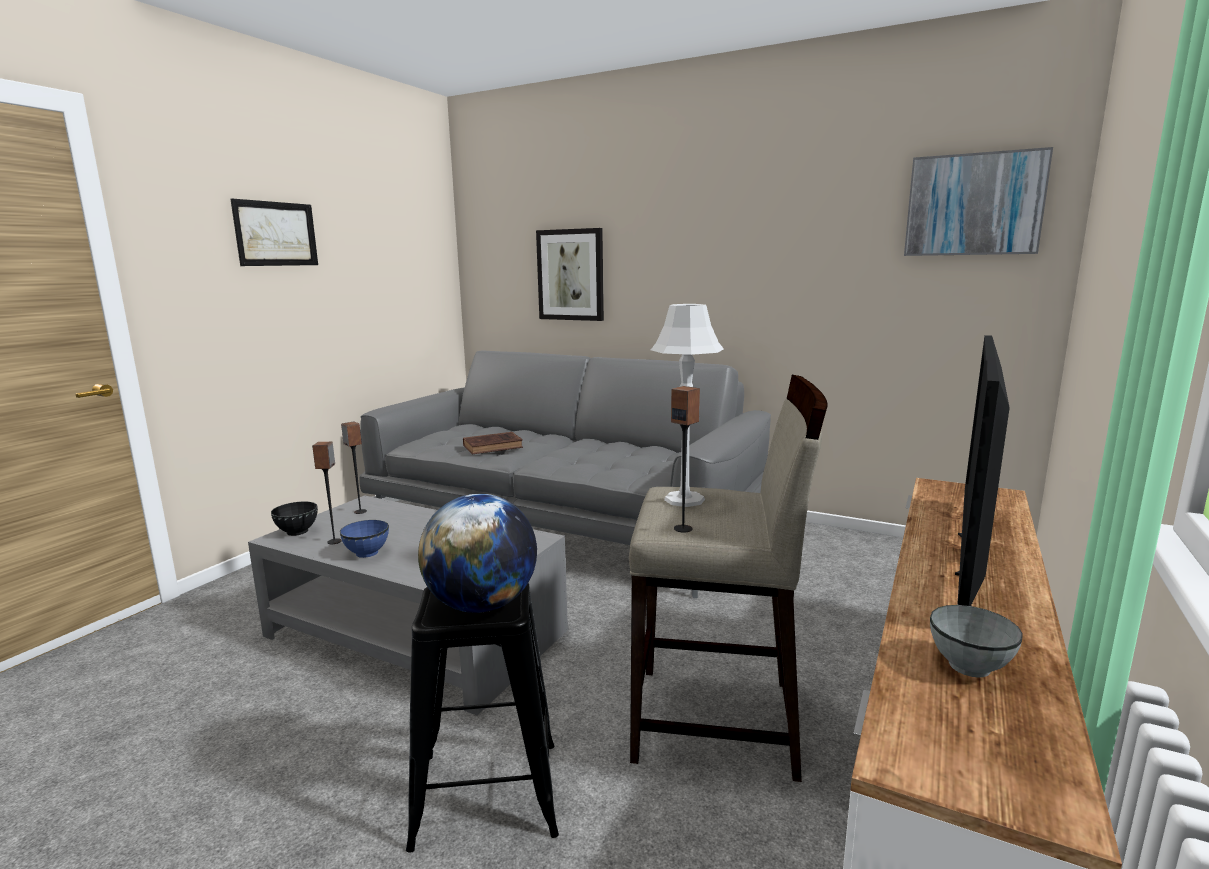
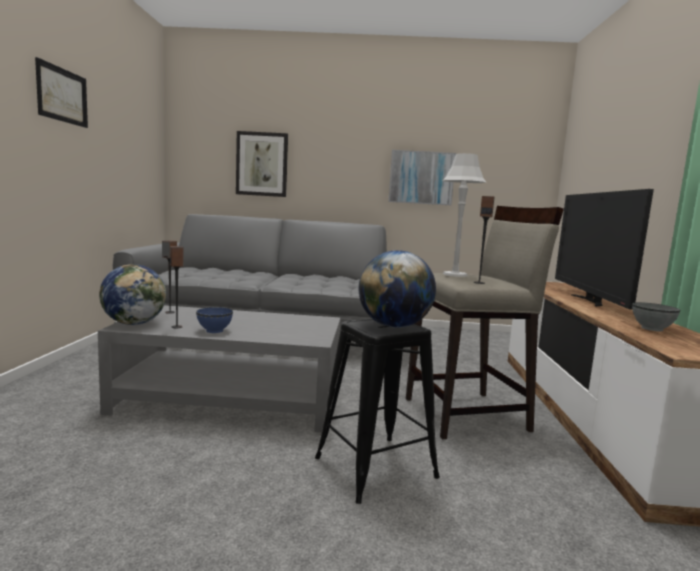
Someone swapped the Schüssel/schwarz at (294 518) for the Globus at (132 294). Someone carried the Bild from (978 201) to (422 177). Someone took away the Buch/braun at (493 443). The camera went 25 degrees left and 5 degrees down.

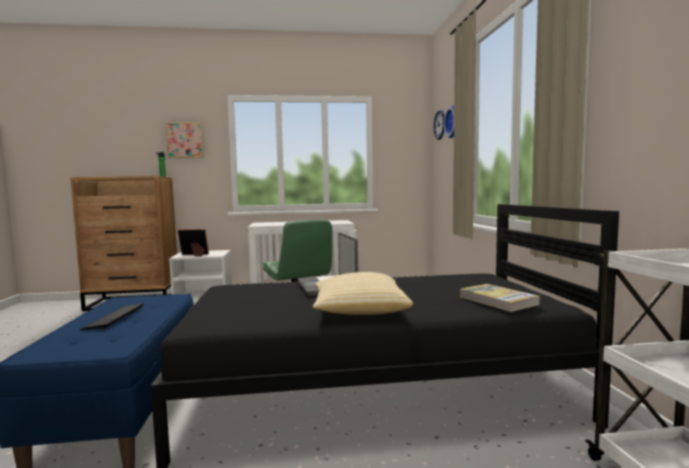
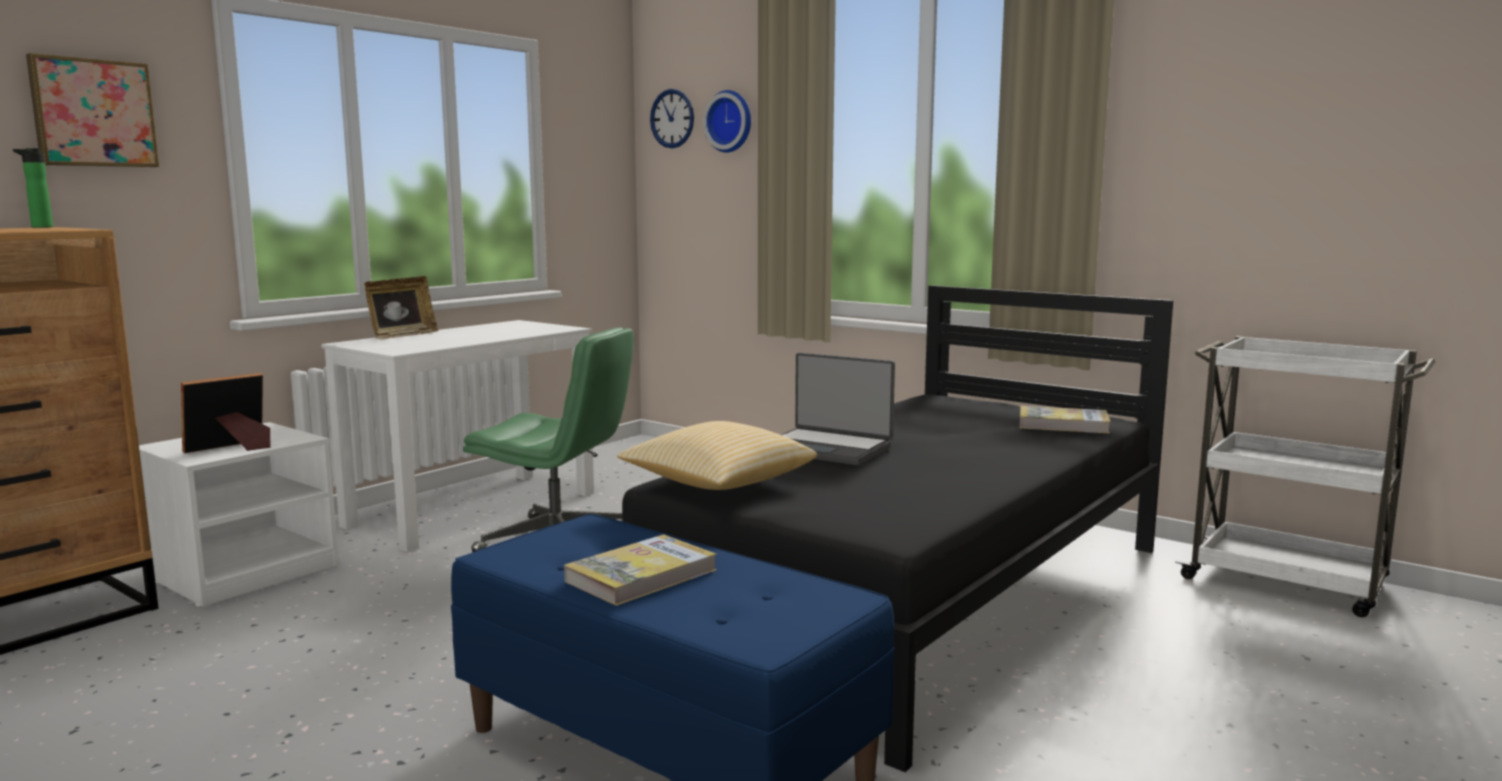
Someone put down the Bilderrahmen at (401 307). Someone swapped the Tastatur at (112 316) for the Buch at (640 570). Someone carried the Kissen from (363 293) to (717 455). The camera went 45 degrees left and 5 degrees up.

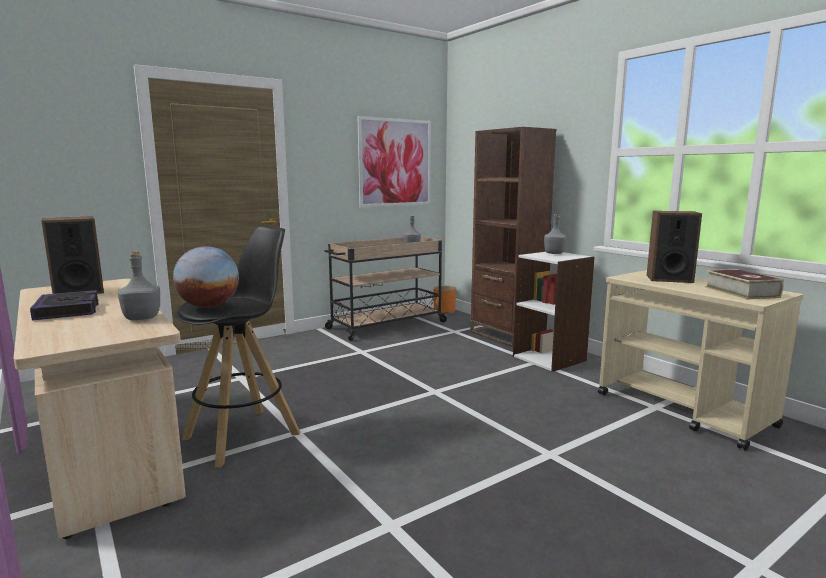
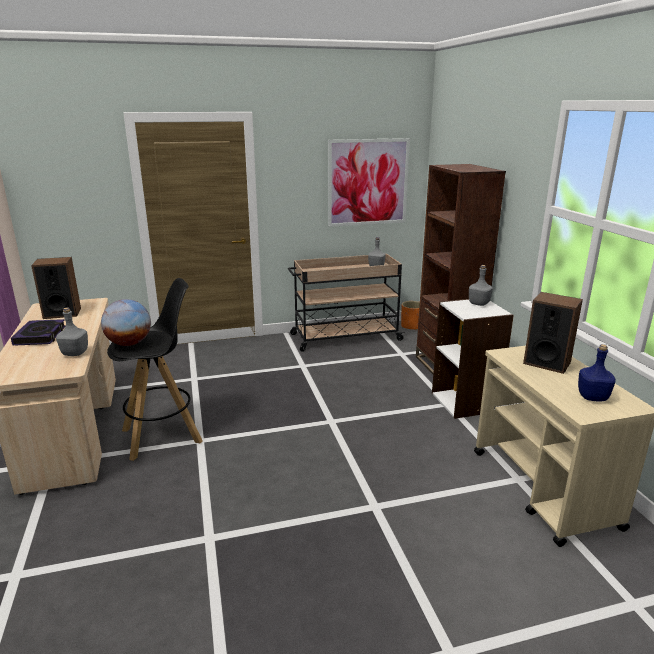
Someone swapped the Buch at (744 284) for the Flasche/blau at (597 373). The camera went 20 degrees right and 10 degrees up.

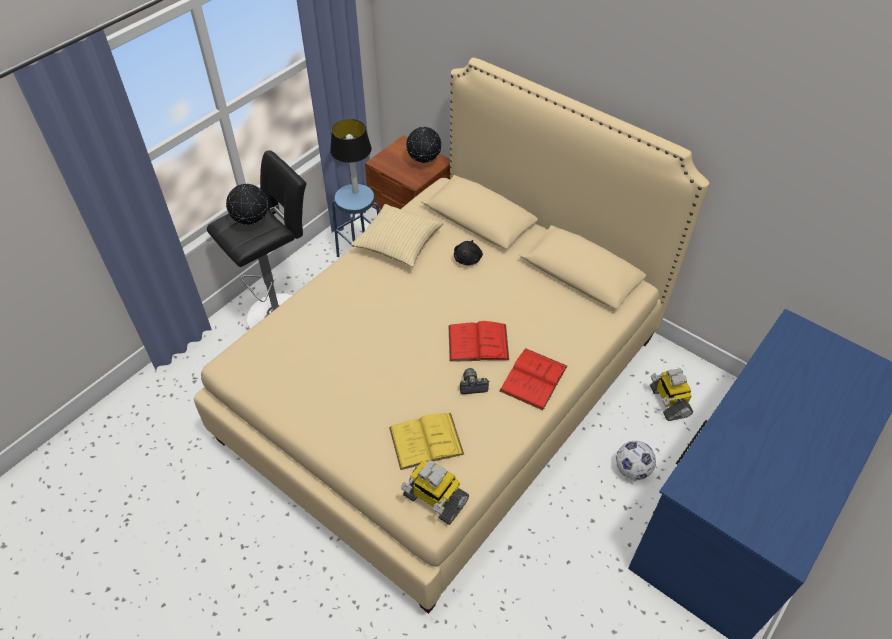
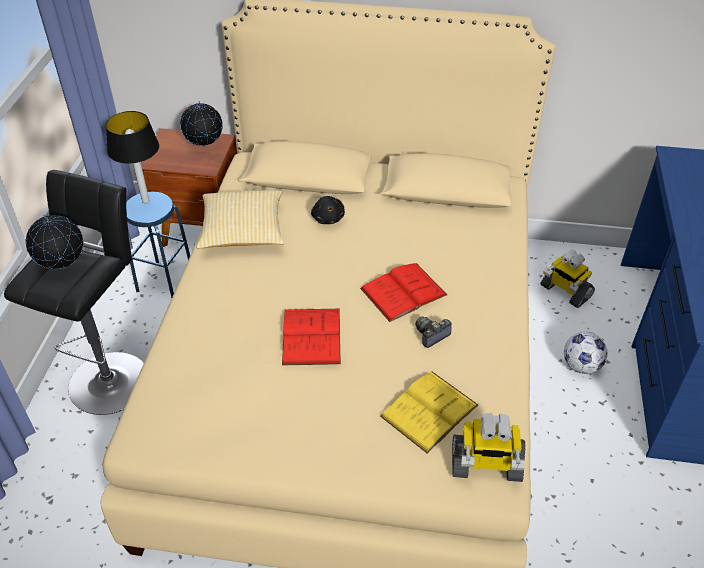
Someone carried the Buch/rot from (533 379) to (311 337). The camera went 30 degrees left and 5 degrees down.

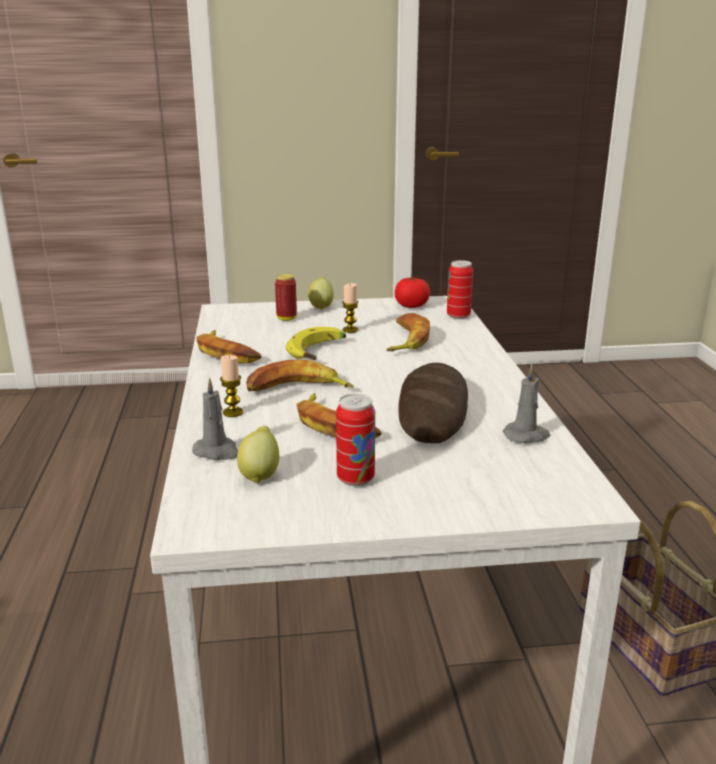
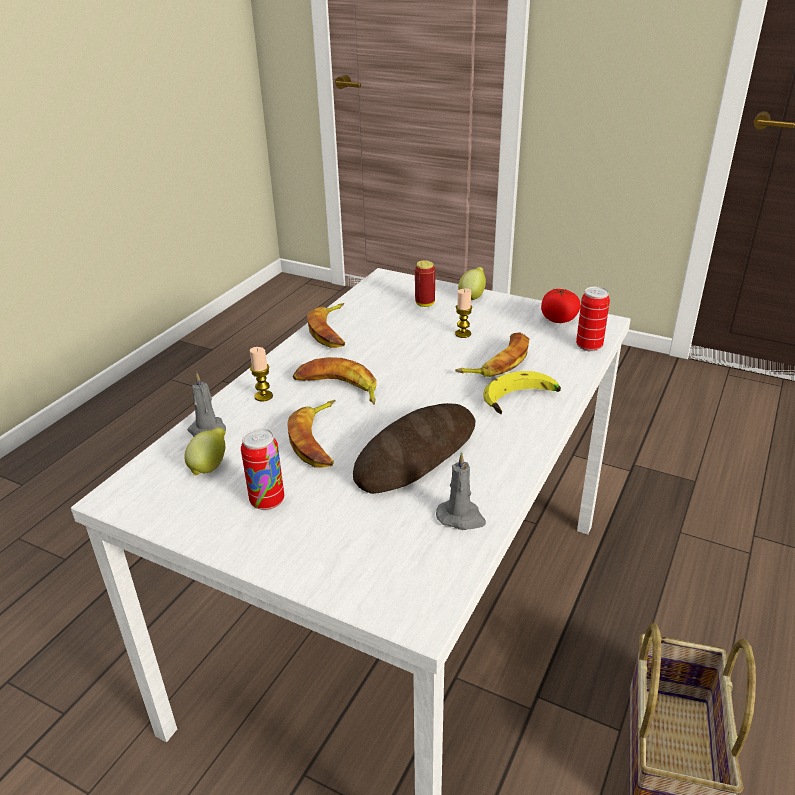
Someone carried the Banane from (316 343) to (522 392). The camera went 35 degrees right and 10 degrees up.

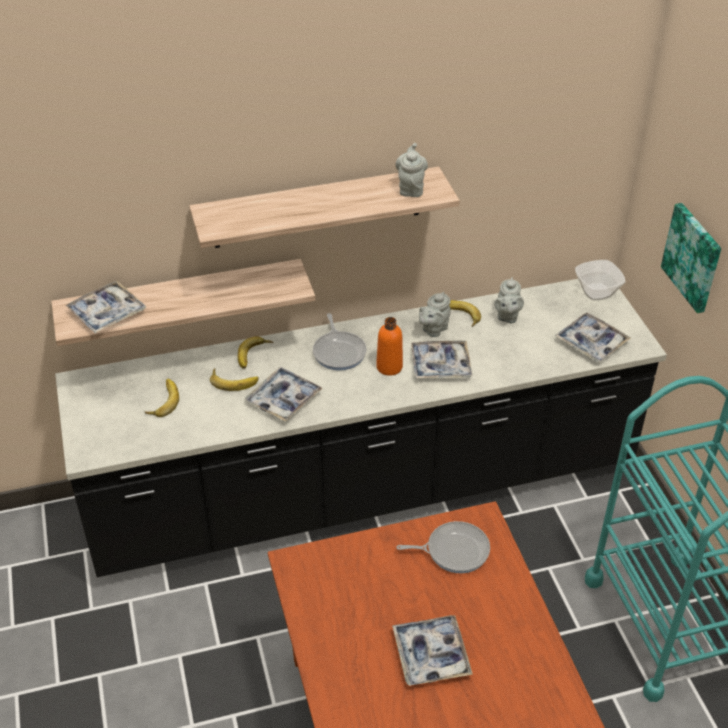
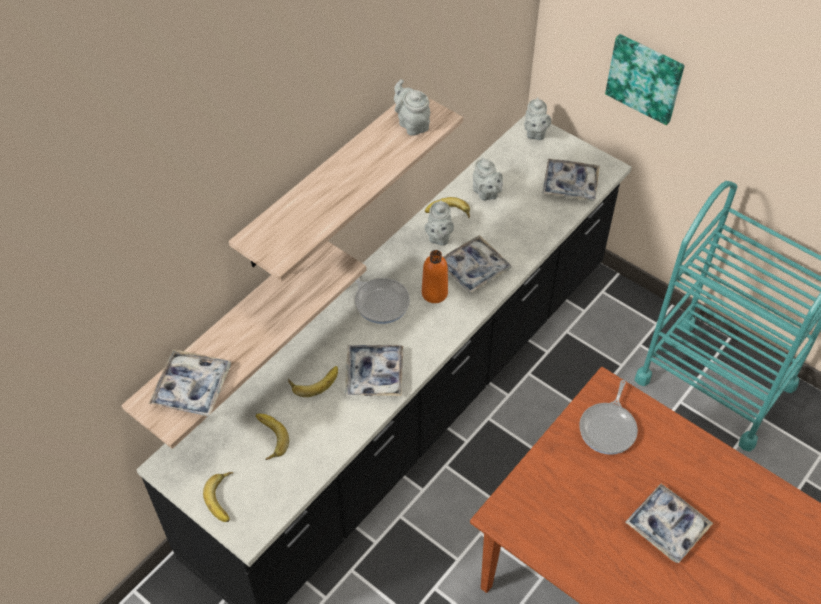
Someone carried the Banane from (255 352) to (218 497). Someone swapped the Schüssel at (600 280) for the Teekanne/grau at (537 118). Someone rotated the Pfanne at (443 547) by 150 degrees clockwise. The camera went 35 degrees left and 10 degrees up.

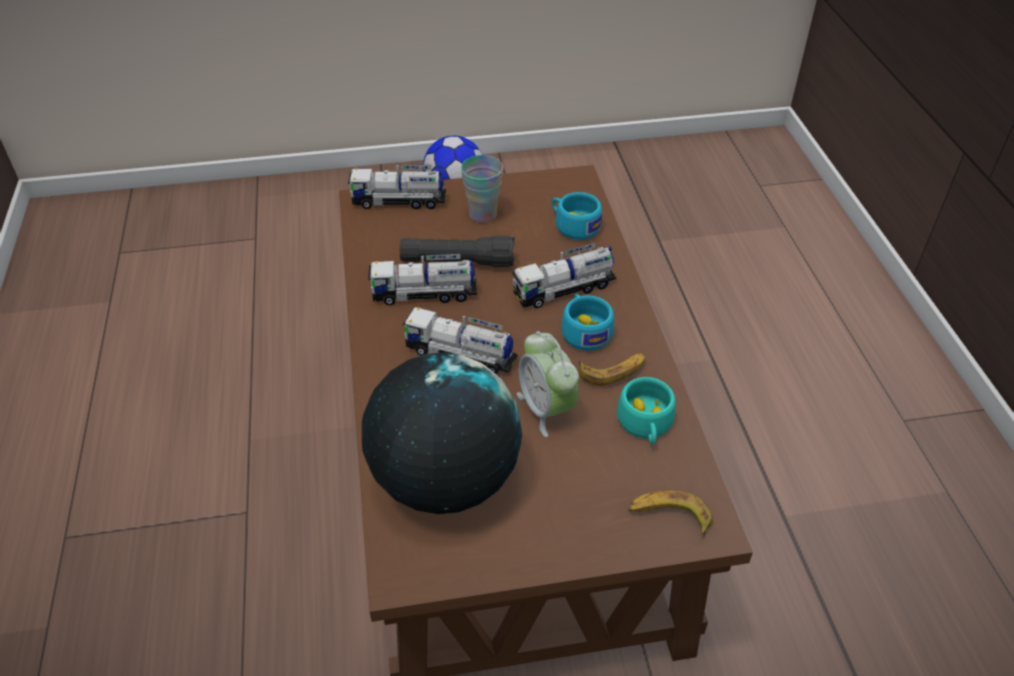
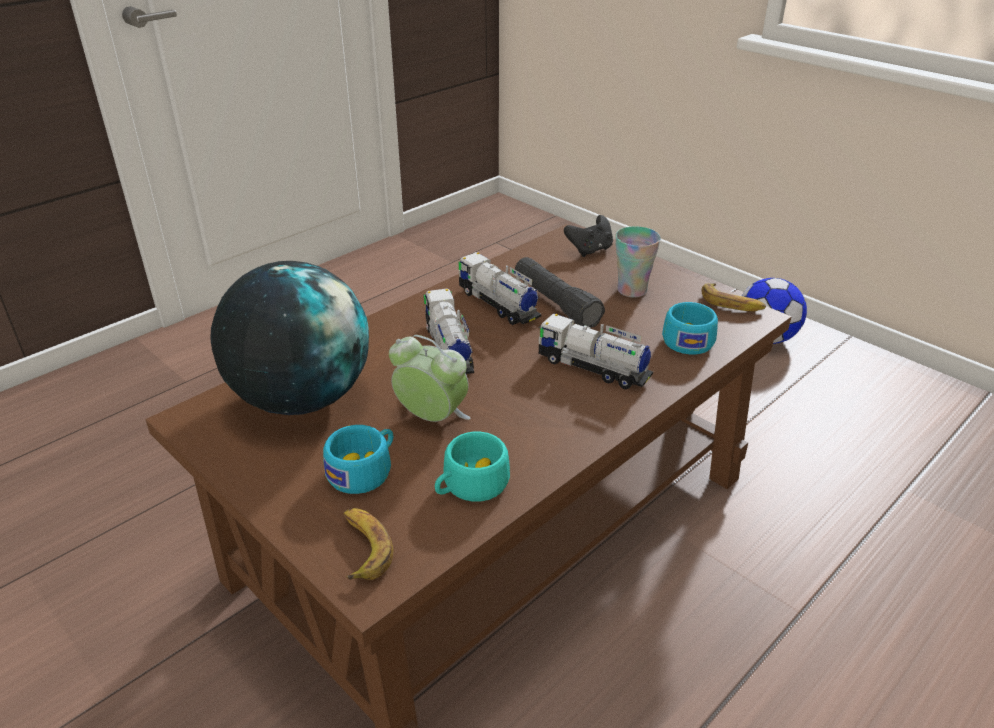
Someone carried the Tasse/türkis from (587 322) to (358 459). Someone rotated the Wecker at (548 384) by 90 degrees clockwise. Someone swapped the Spielzeuglaster at (397 187) for the Gamepad/schwarz at (588 236). Someone carried the Banane from (612 369) to (734 297). The camera went 55 degrees right and 10 degrees down.

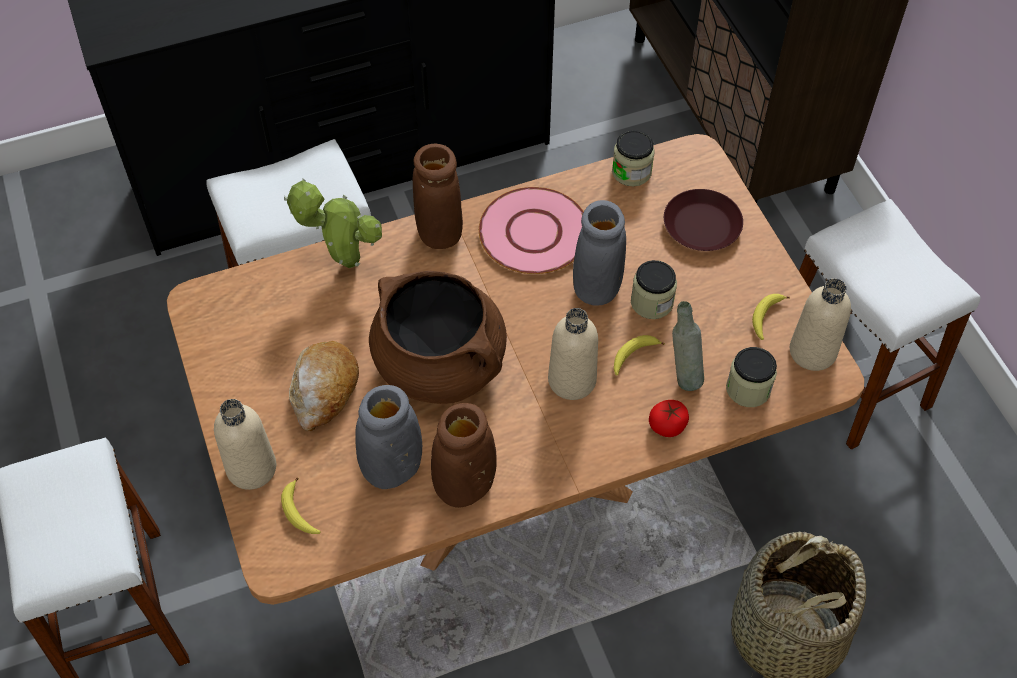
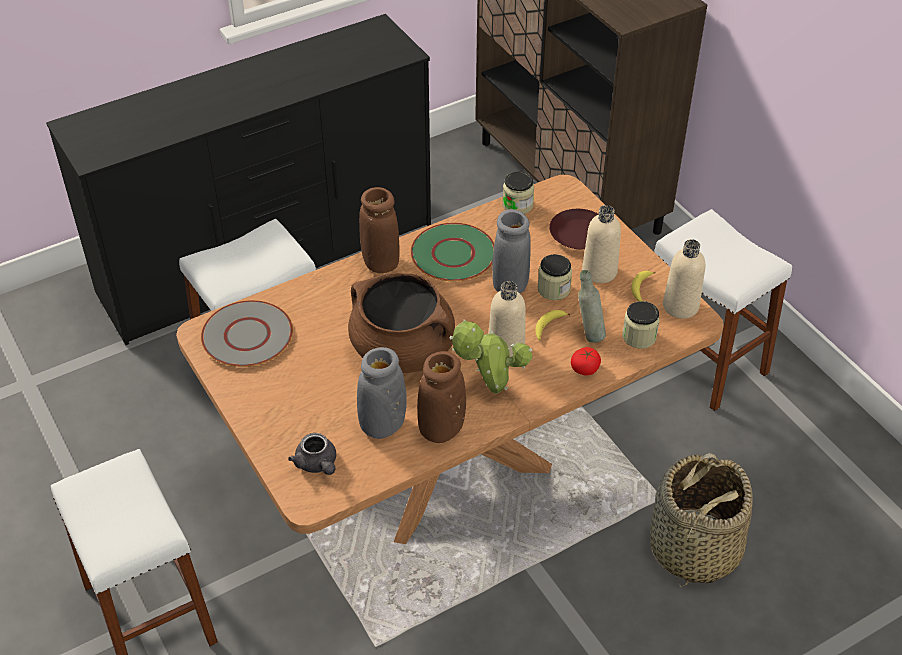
Someone put down the Teller/grau at (247 333). Someone swapped the Banane at (301 505) for the Teekanne/grau at (312 454). Someone repainted the Teller/rosa at (531 230), which became the Teller/grün at (452 252). Someone carried the Topfpflanze from (333 223) to (491 356). Someone carried the Flasche/beige from (245 444) to (601 244). Someone took away the Brot at (324 386). The camera went 10 degrees left and 10 degrees down.

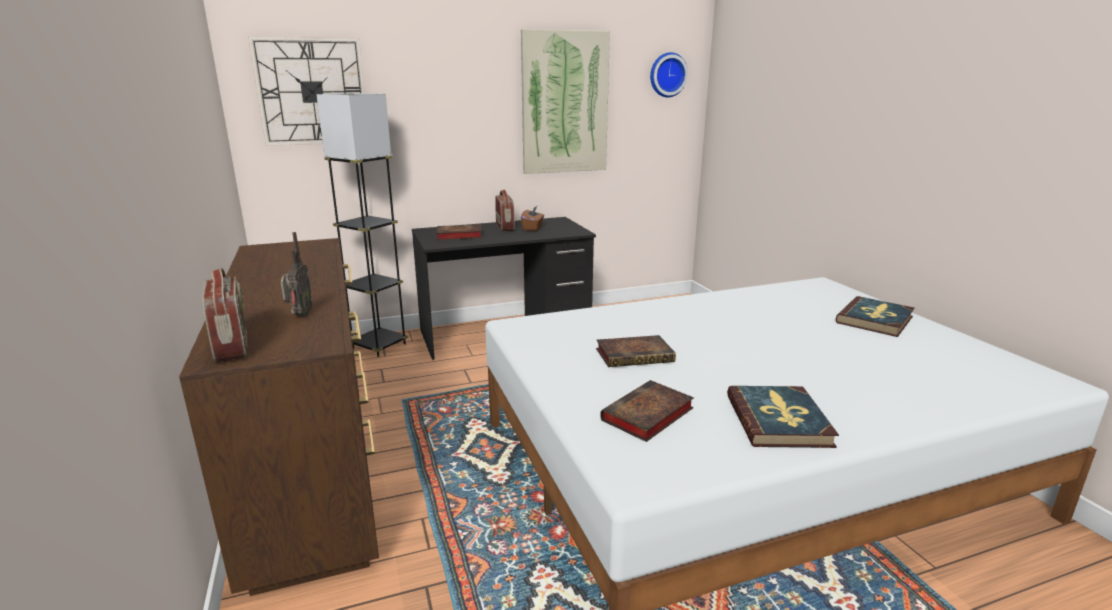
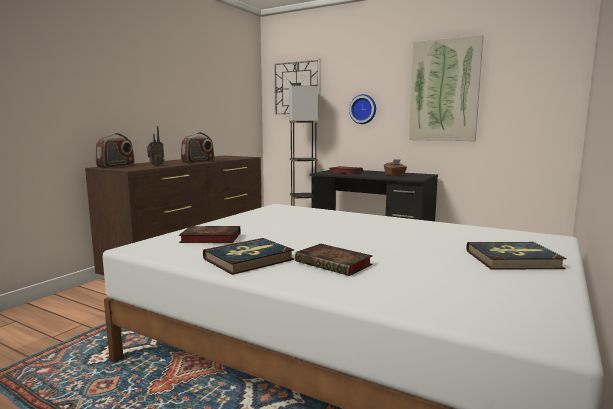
Someone carried the Radio from (505 210) to (197 147). Someone carried the Buch from (636 351) to (334 260). Someone carried the Wanduhr from (669 74) to (362 109). The camera went 50 degrees right and 10 degrees down.

